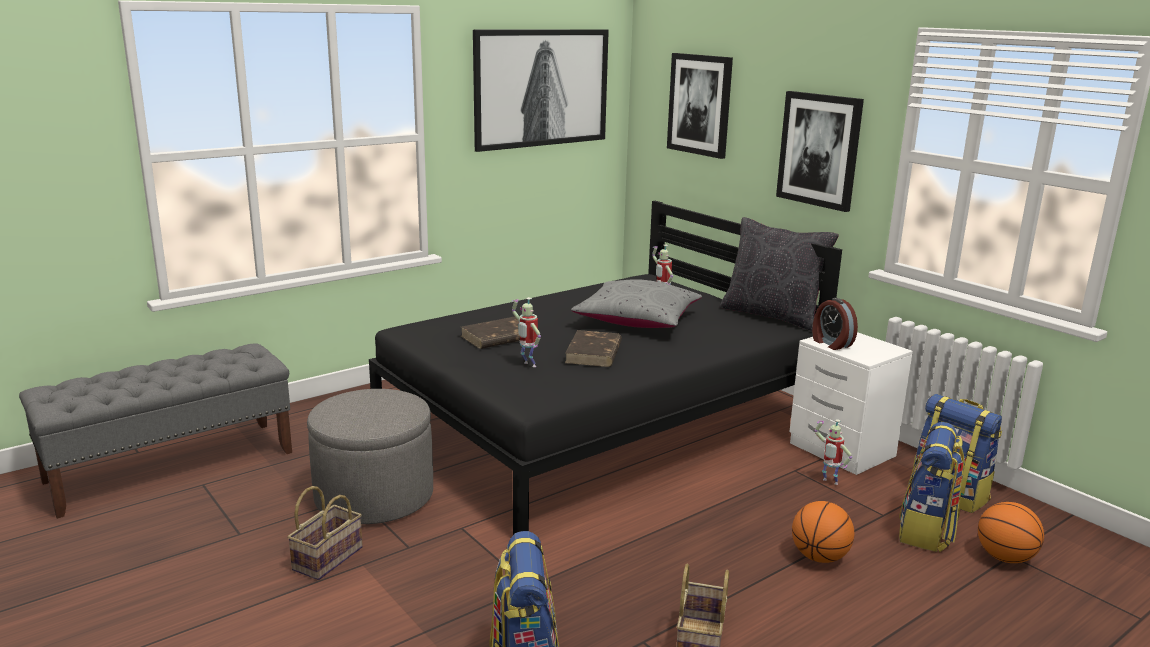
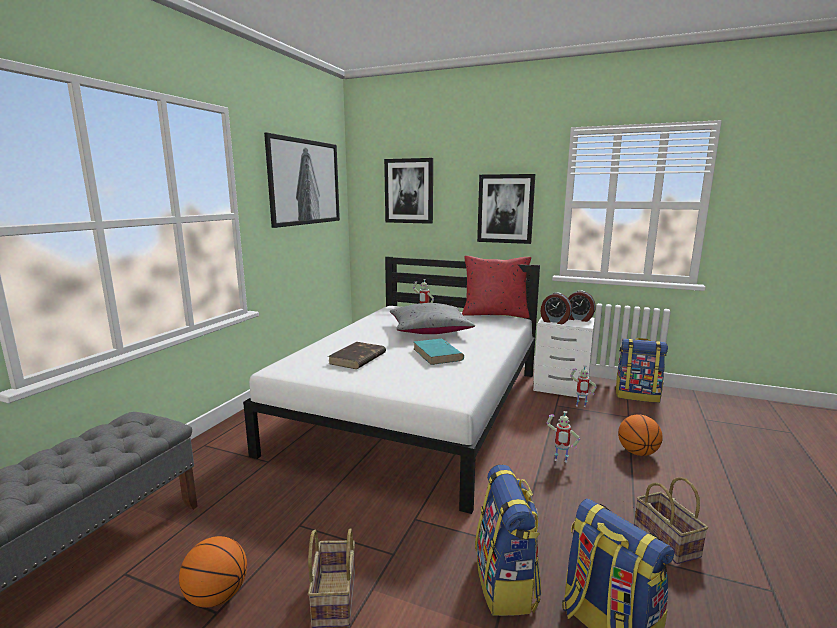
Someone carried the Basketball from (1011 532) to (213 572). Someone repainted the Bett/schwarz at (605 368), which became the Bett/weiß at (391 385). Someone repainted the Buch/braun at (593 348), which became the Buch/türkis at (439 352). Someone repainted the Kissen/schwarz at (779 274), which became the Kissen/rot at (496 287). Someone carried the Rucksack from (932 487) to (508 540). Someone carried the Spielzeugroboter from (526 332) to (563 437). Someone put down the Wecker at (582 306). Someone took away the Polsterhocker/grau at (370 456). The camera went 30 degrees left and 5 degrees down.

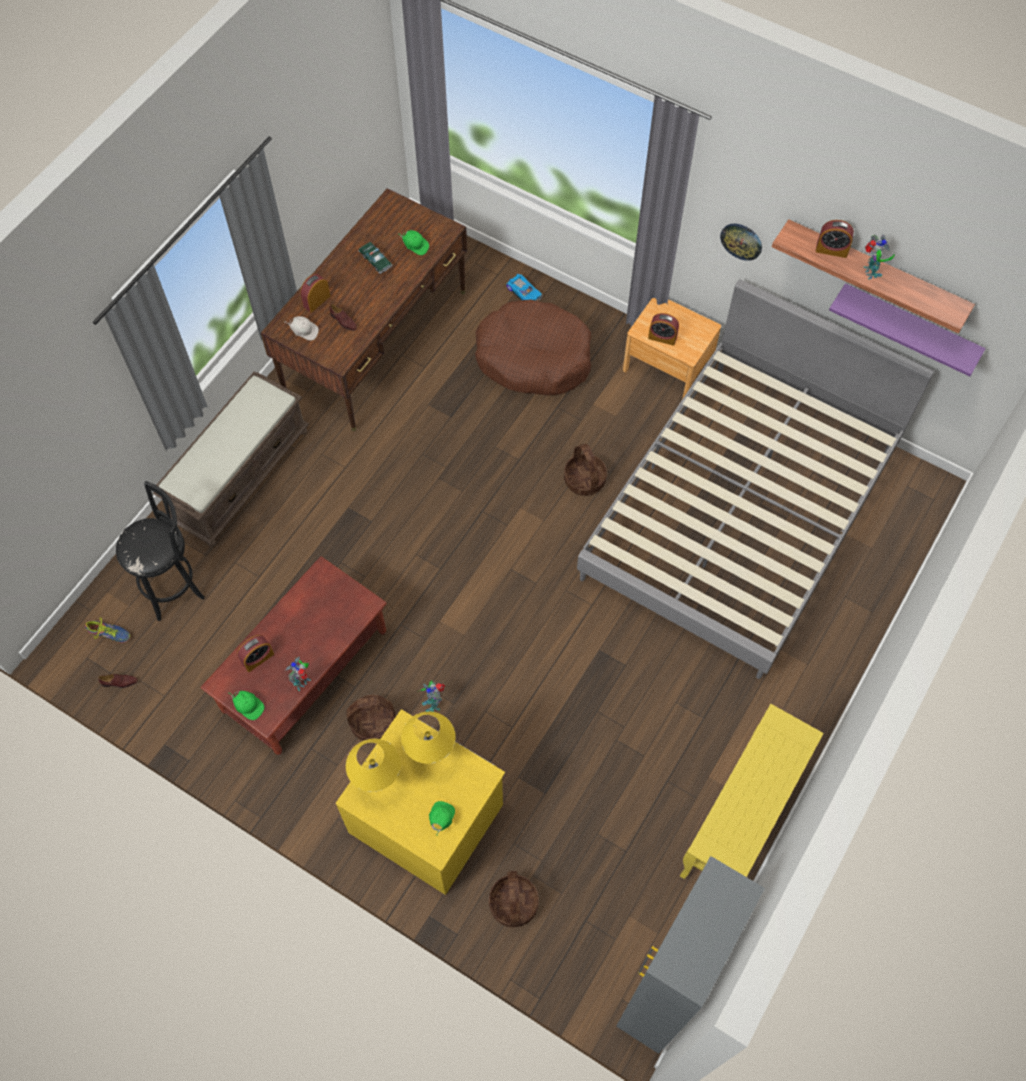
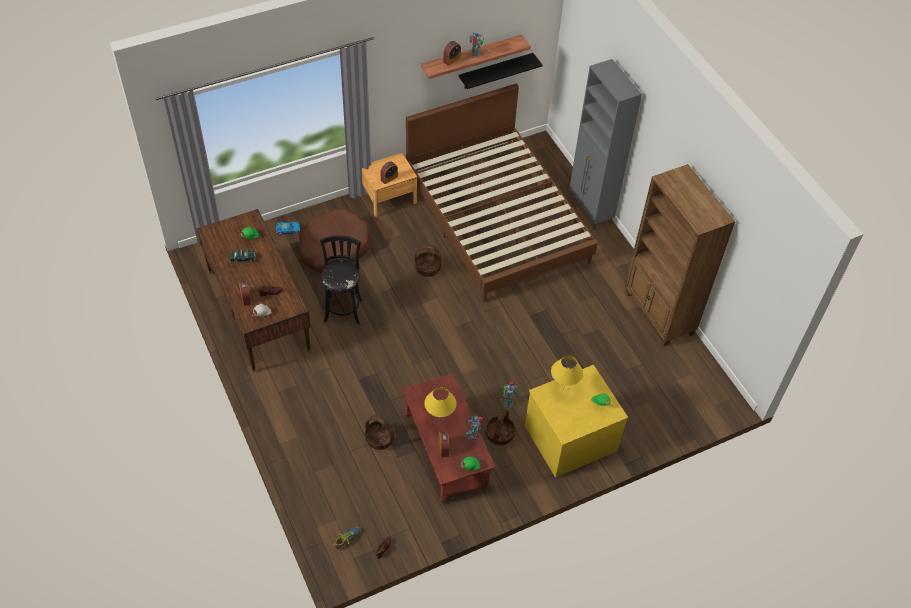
Someone carried the Hocker/schwarz from (160 551) to (341 279). Someone carried the Korb from (514 899) to (380 432). Someone repainted the Bett/grau at (755 479), which became the Bett/braun at (502 193). Someone carried the Tischlampe/gelb from (373 765) to (440 402). Someone repainted the Wandregal/lila at (907 329), which became the Wandregal/schwarz at (501 71). Someone carried the Schrank/grau from (690 955) to (605 144). Someone swapped the Konsolentisch/gelb at (752 791) for the Bücherregal/braun at (680 255). Someone took away the Bank/braun at (231 459). Someone took away the Wanduhr at (741 242). The camera went 60 degrees left and 10 degrees down.

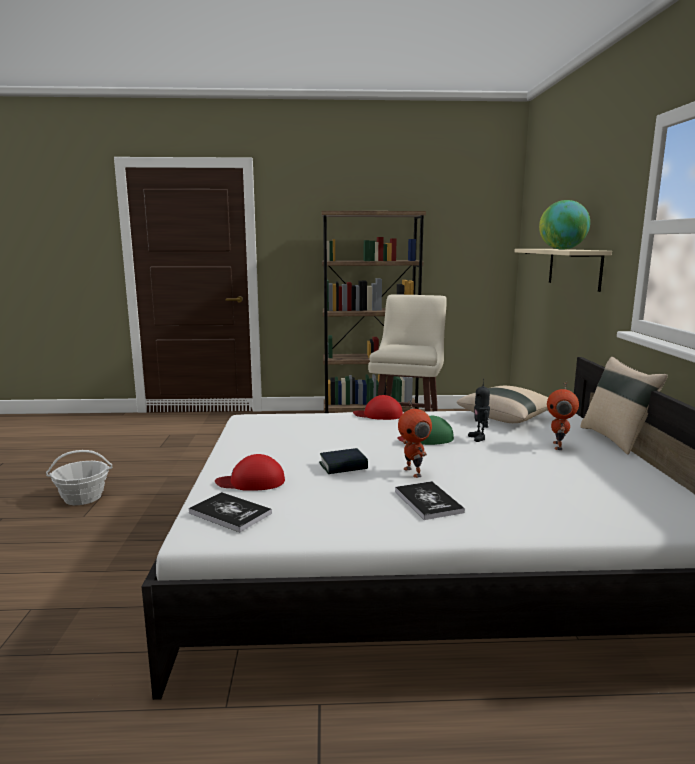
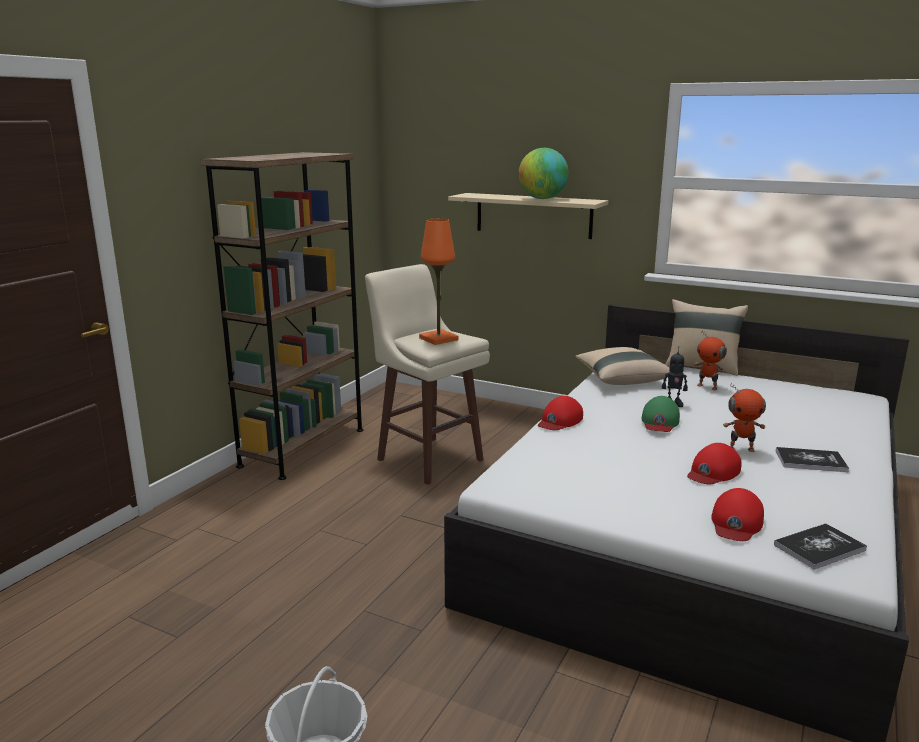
Someone put down the Tischlampe/orange at (438 282). Someone swapped the Buch at (343 461) for the Kappe/rot at (714 464). The camera went 60 degrees left and 5 degrees up.

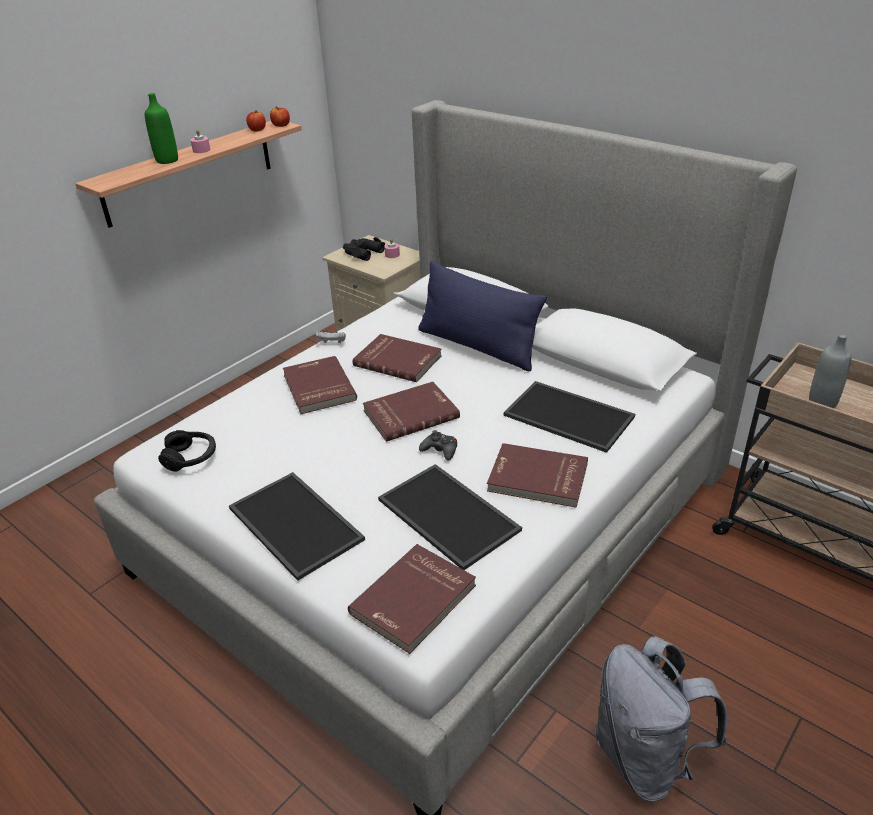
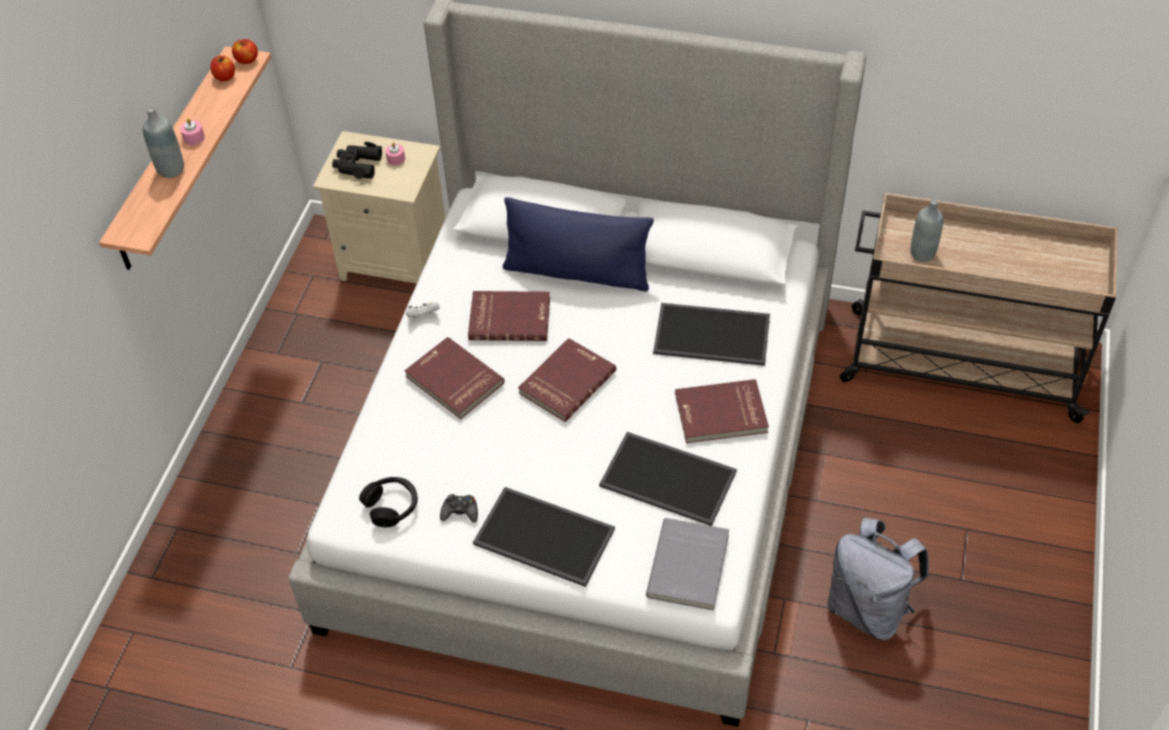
Someone repainted the Flasche/grün at (161 128), which became the Flasche/grau at (163 142). Someone carried the Gamepad/schwarz from (438 445) to (459 508). Someone repainted the Buch/rot at (412 599), which became the Buch/grau at (687 564). The camera went 25 degrees left and 15 degrees up.

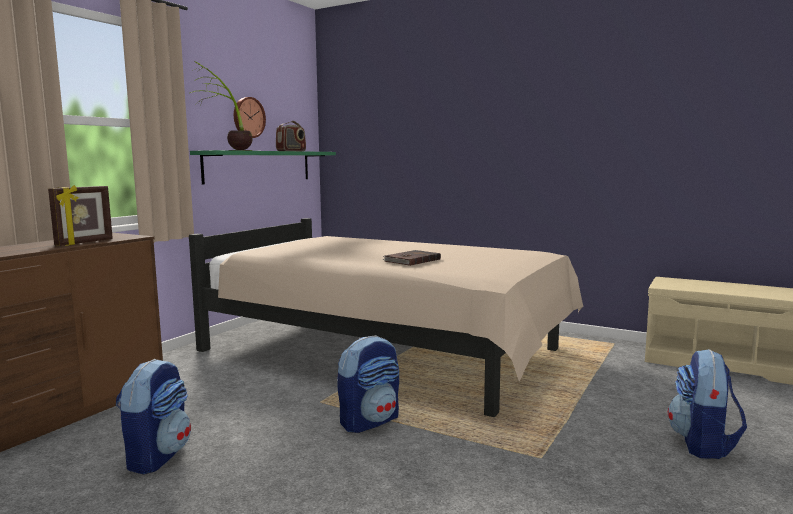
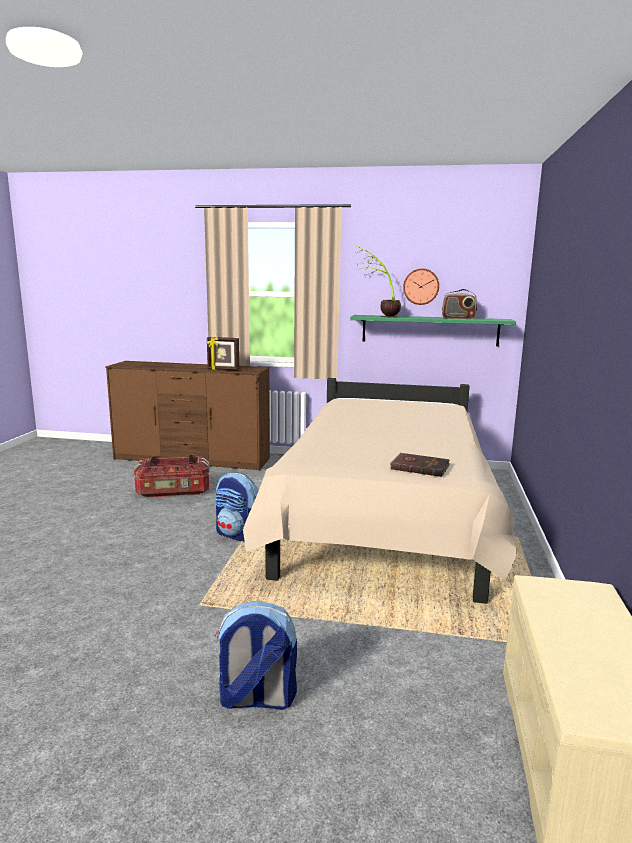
Someone swapped the Rucksack at (153 416) for the Aufbewahrungsbox at (171 476). Someone carried the Buch/braun from (411 258) to (420 465). The camera went 70 degrees right and 5 degrees up.

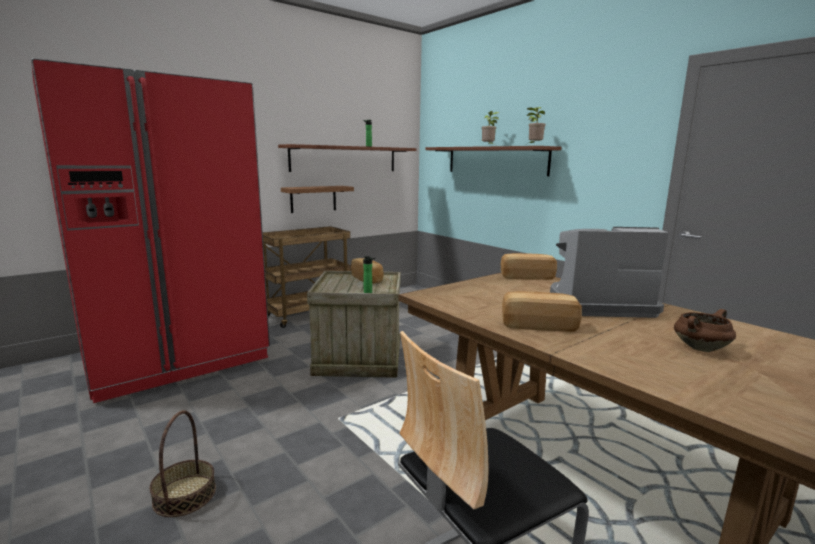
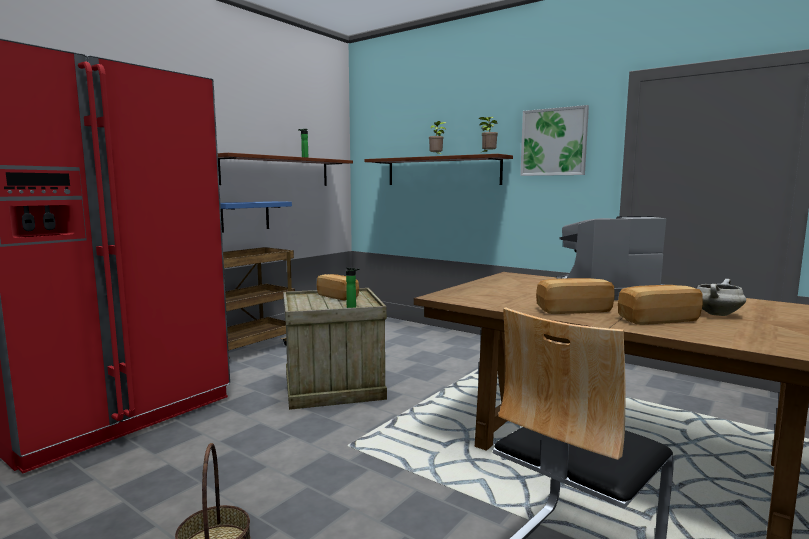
Someone repainted the Wandregal/braun at (317 199), which became the Wandregal/blau at (256 217). Someone put up the Bild at (554 140). Someone carried the Brot from (529 266) to (660 305). Someone repainted the Kochtopf/braun at (705 330), which became the Kochtopf/weiß at (721 297). The camera went 15 degrees left and 5 degrees down.

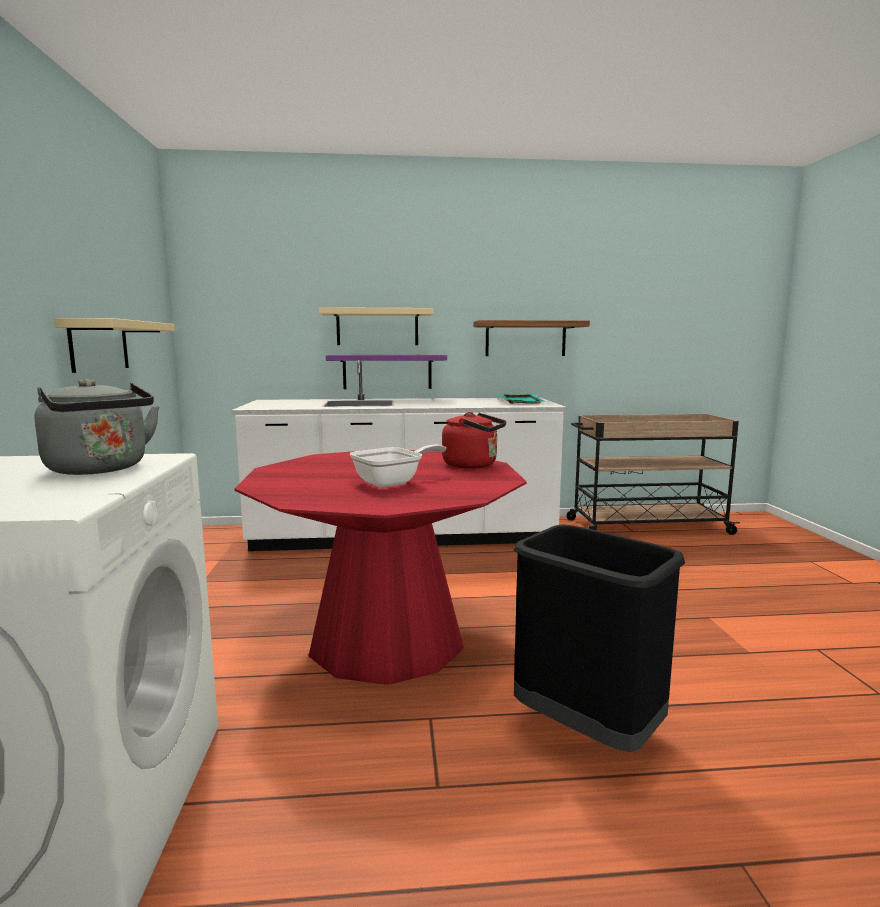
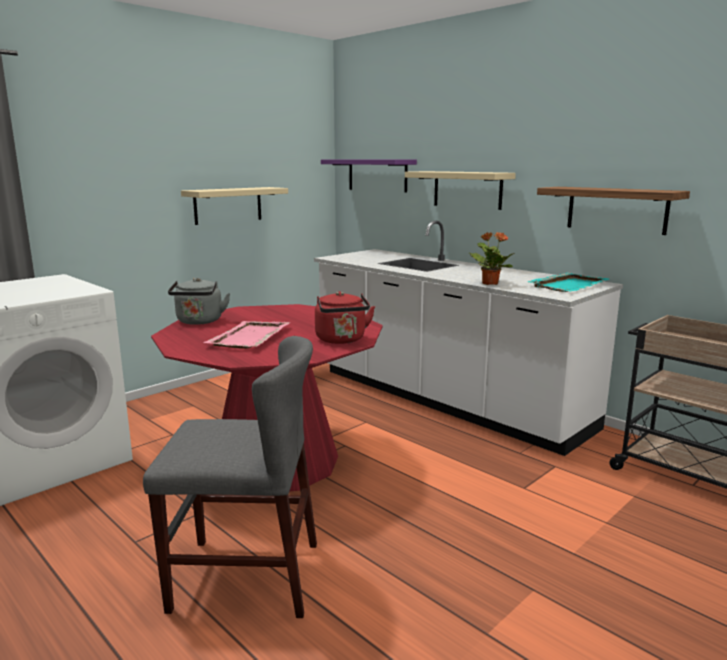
Someone swapped the Mülleimer/schwarz at (599 638) for the Stuhl/grau at (230 477). Someone carried the Wasserkessel/grau from (96 427) to (199 301). Someone swapped the Pfanne at (398 466) for the Tablett/rosa at (247 335). Someone carried the Wandregal/lila from (386 371) to (369 176). Someone put down the Topfpflanze at (491 258). The camera went 50 degrees right and 5 degrees up.

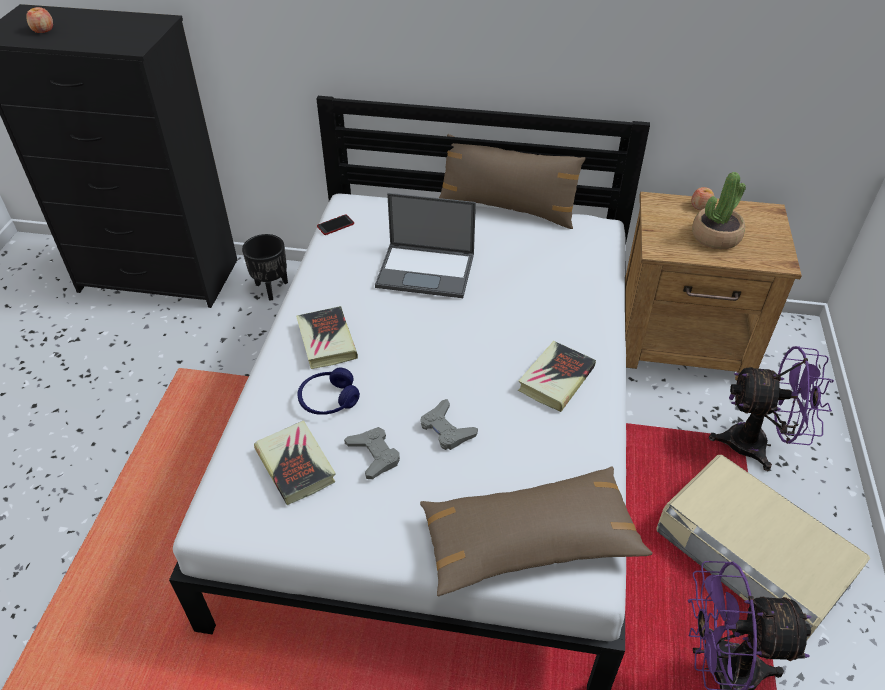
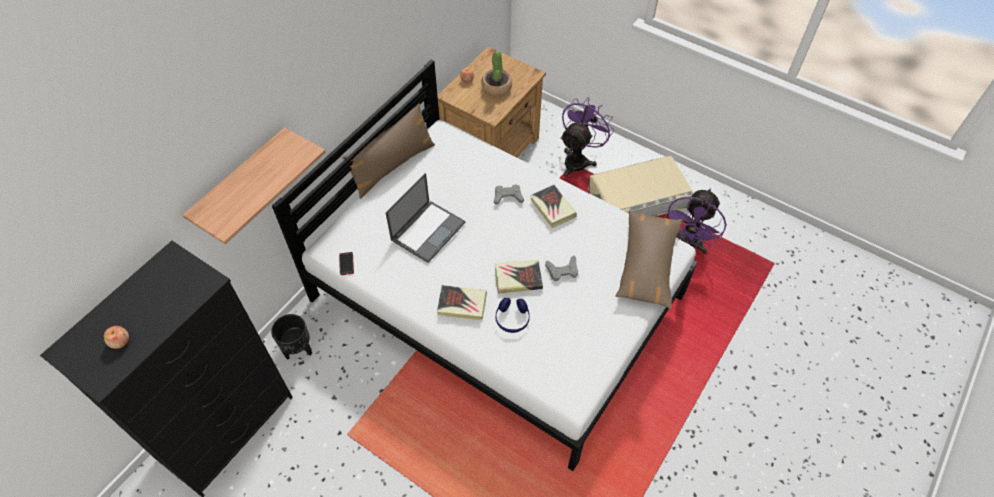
Someone put up the Wandregal at (254 185). Someone carried the Gamepad/grau from (372 453) to (509 195). Someone carried the Buch from (295 462) to (519 277). The camera went 65 degrees left and 10 degrees up.

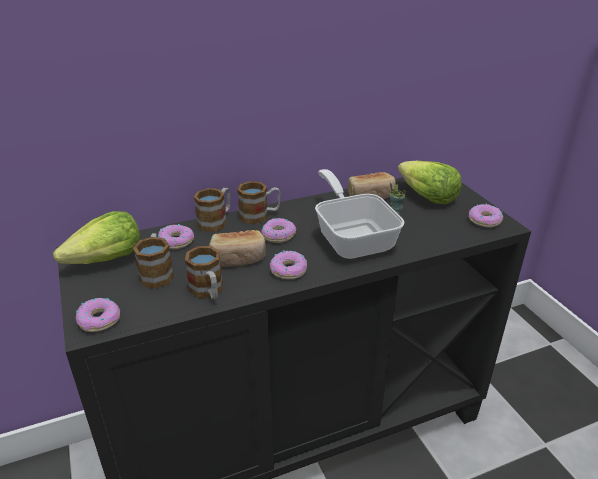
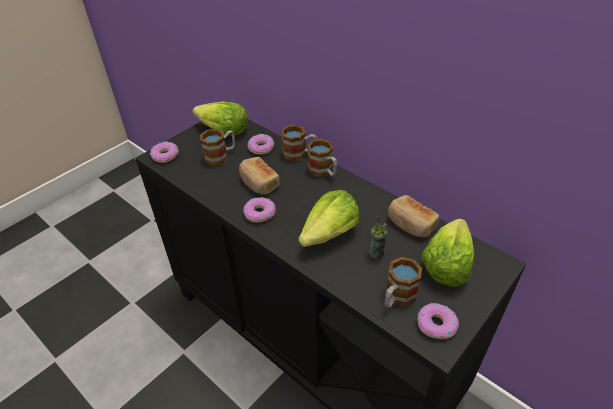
Someone swapped the Pfanne at (360 214) for the Salatkopf at (328 218). Someone carried the Henkelbecher from (204 272) to (403 282). Someone took away the Donut at (279 230). The camera went 65 degrees right and 10 degrees up.

